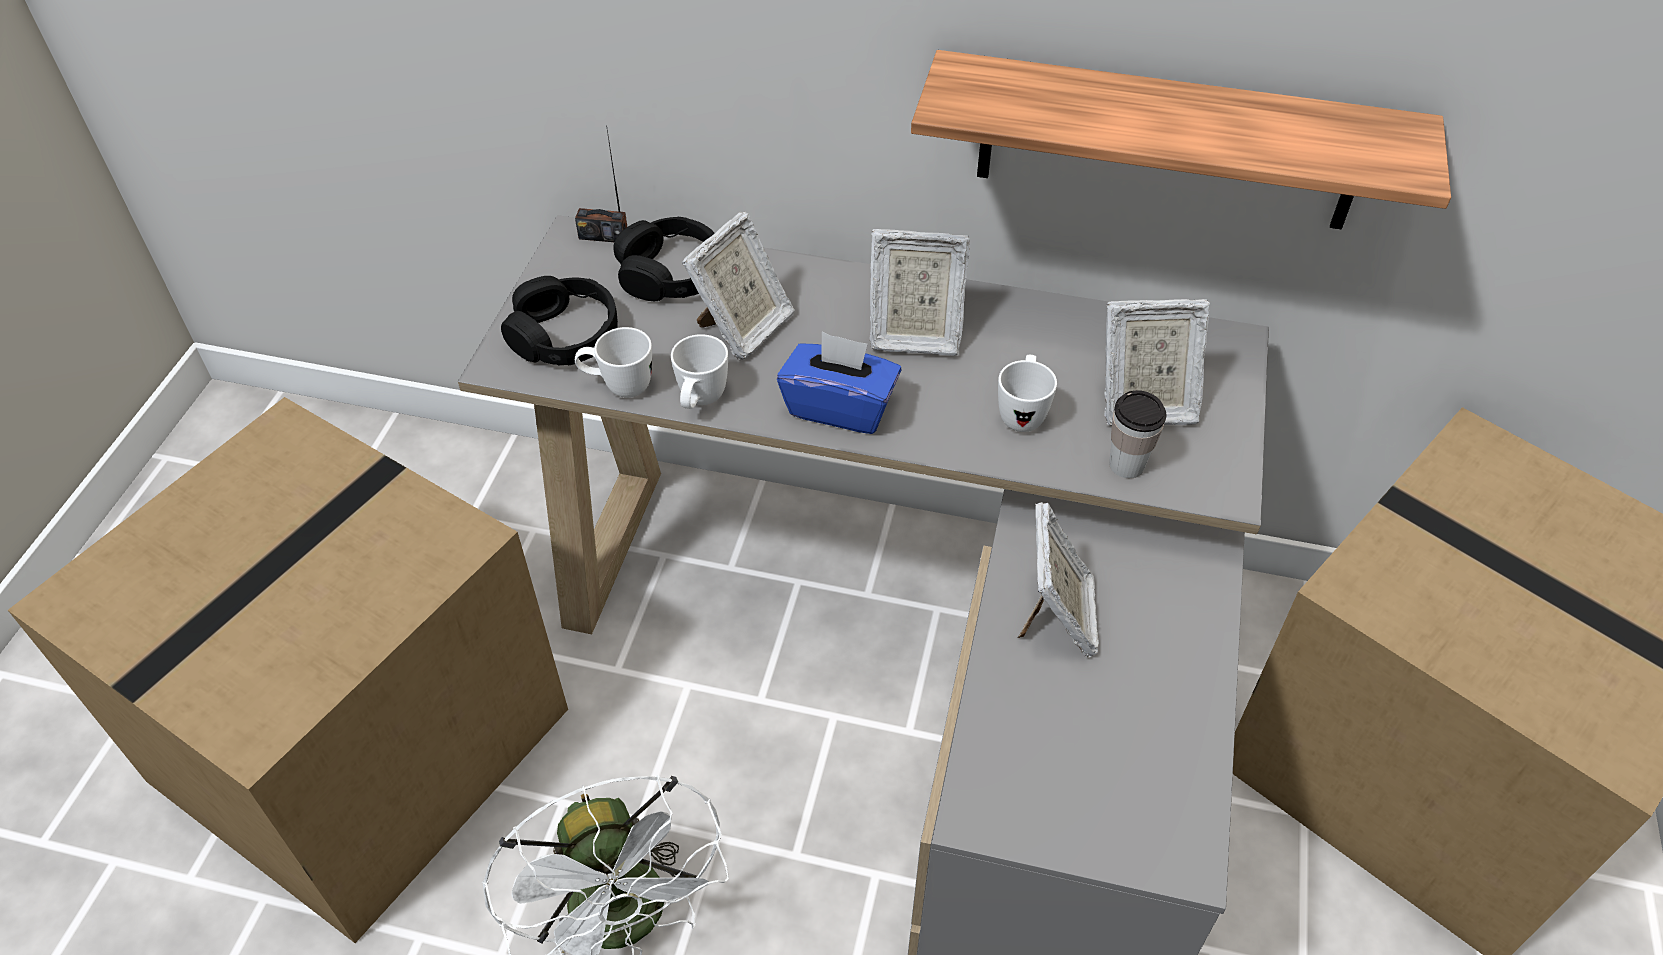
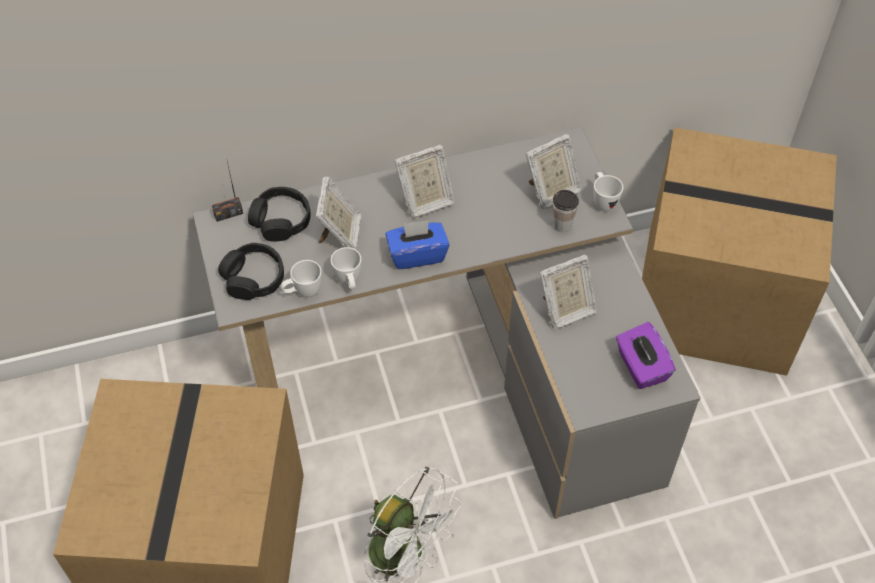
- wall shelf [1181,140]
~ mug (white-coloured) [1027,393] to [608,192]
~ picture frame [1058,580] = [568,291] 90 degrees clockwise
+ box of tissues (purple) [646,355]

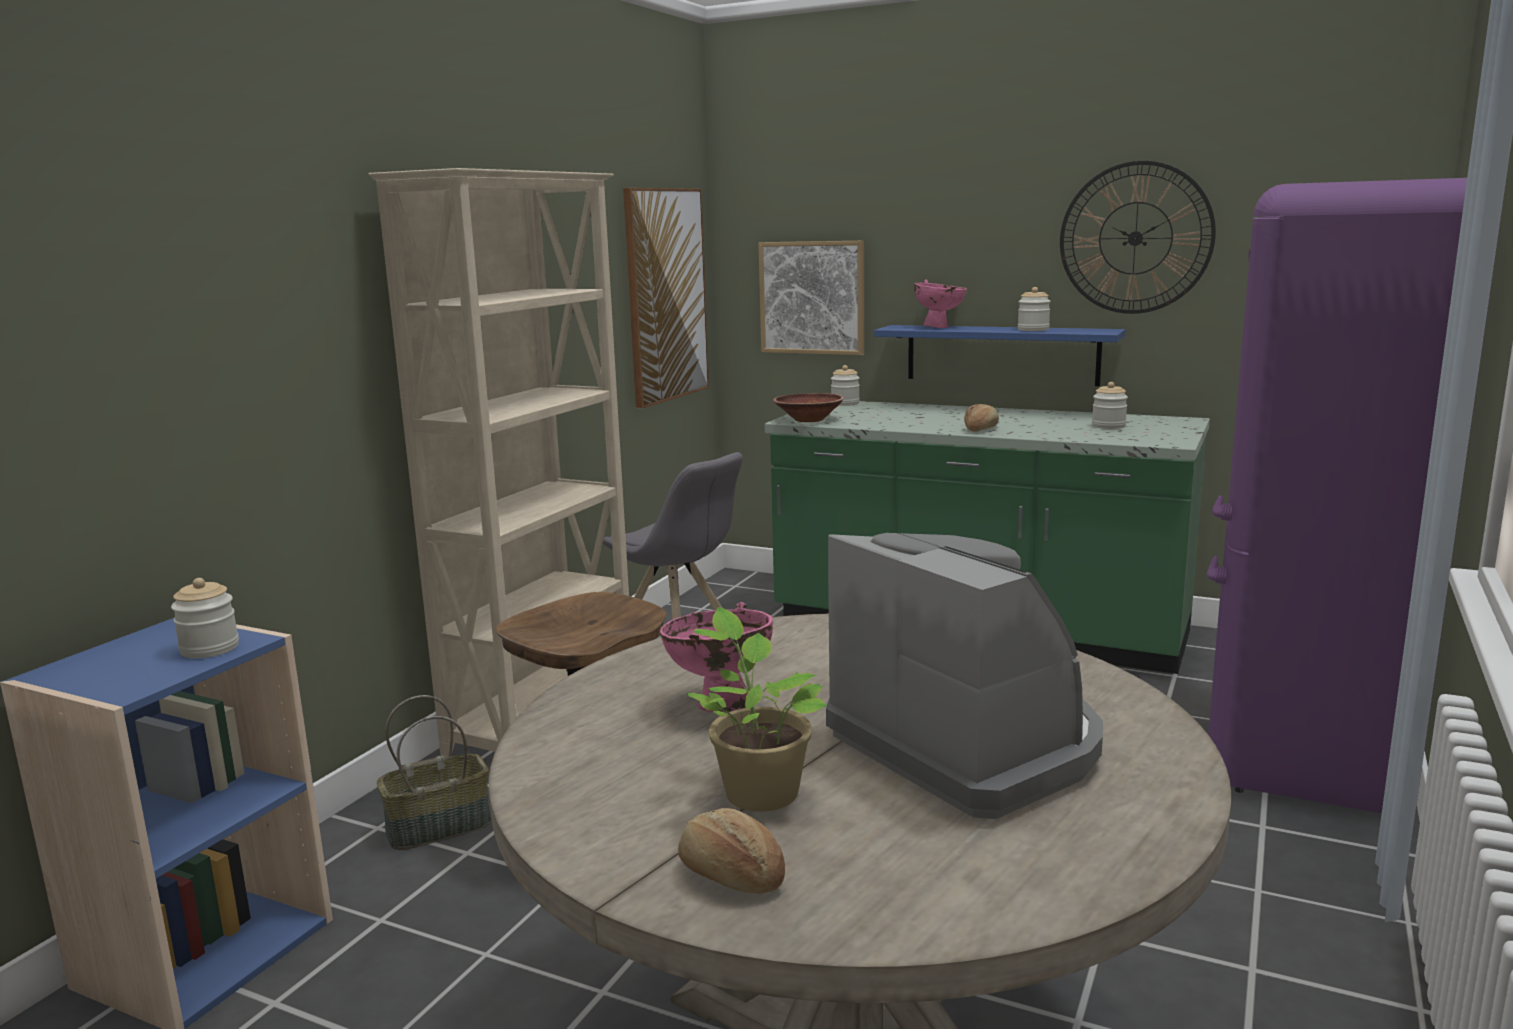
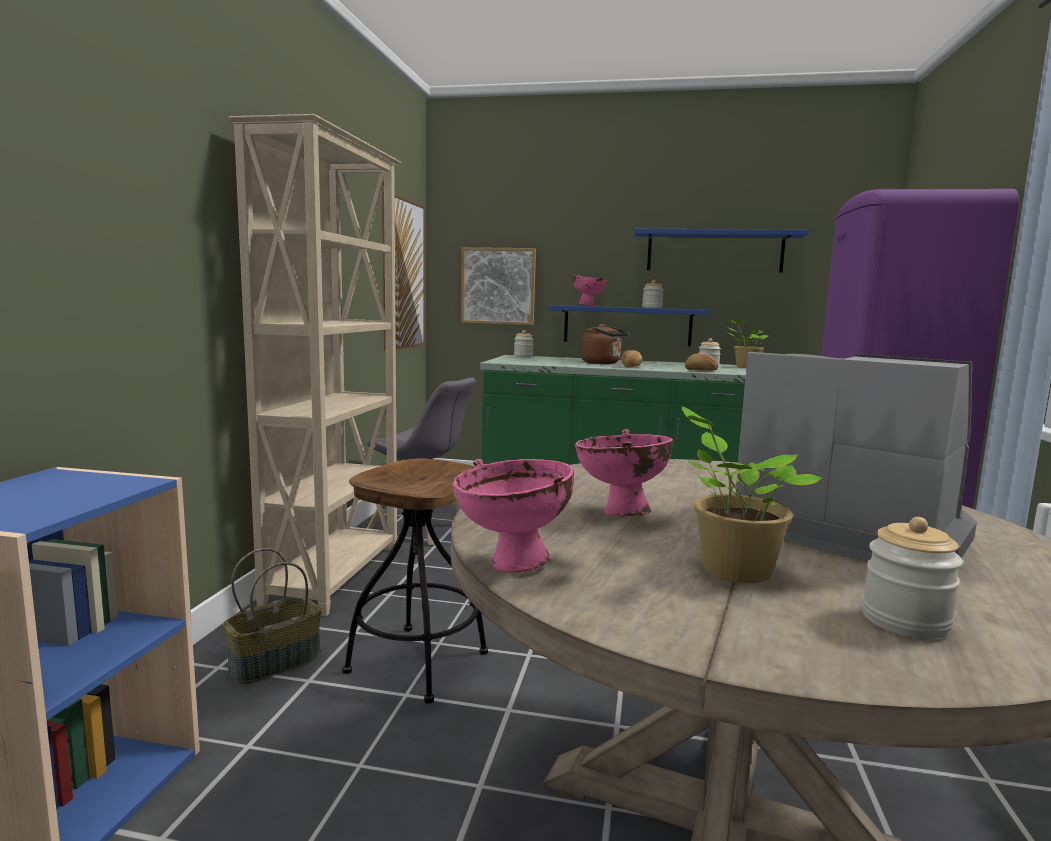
~ preserve jar [205,618] to [912,578]
~ bread [731,850] to [701,362]
- serving bowl (brownish) [808,407]
~ clock on the wall [1138,237] to wall shelf (blue) [721,251]
+ serving bowl (pink-coloured) [513,516]
+ tea kettle (brownish) [605,344]
+ plant in a pot [747,343]

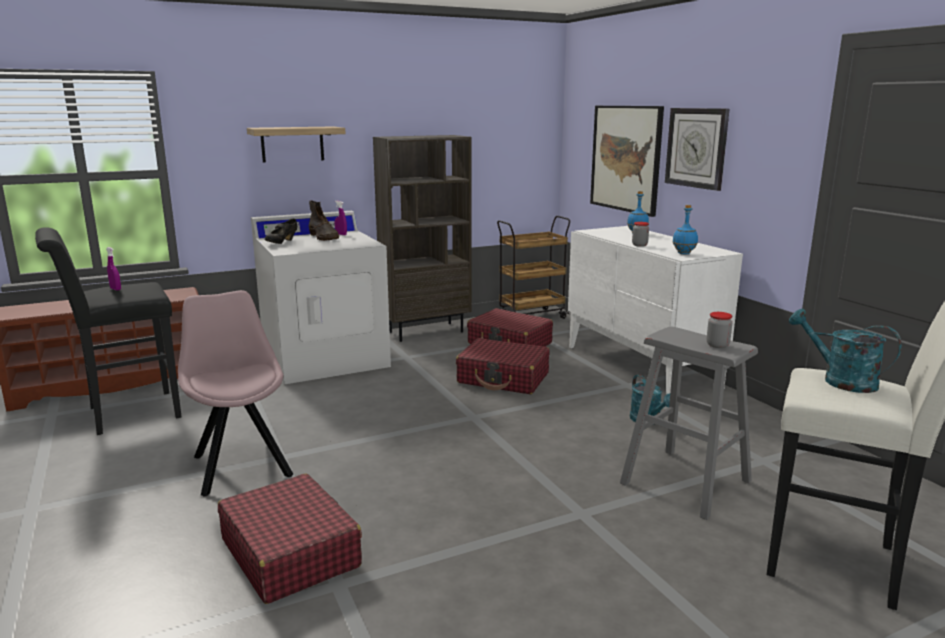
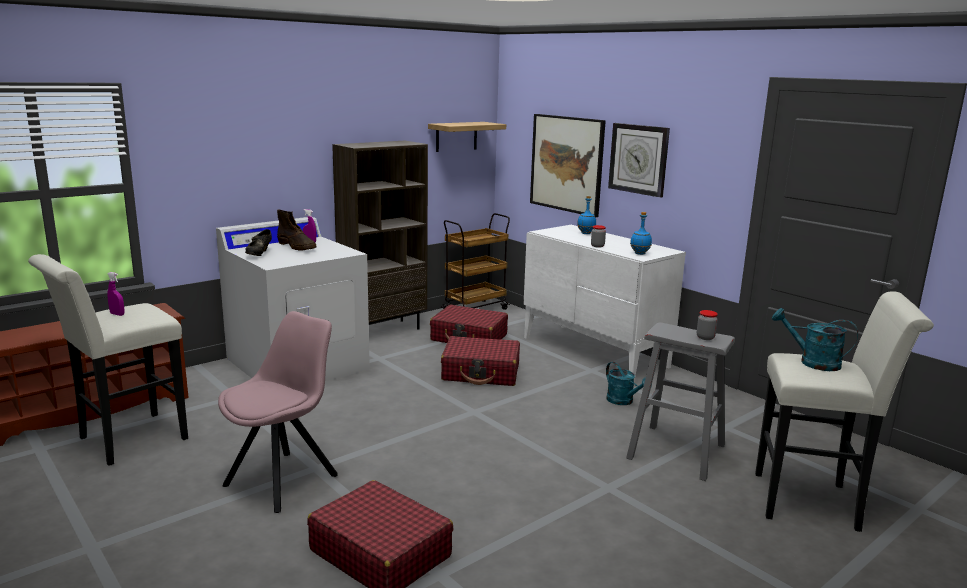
~ stool seat (blackish) [108,331] to stool seat (white-coloured) [108,360]
~ upright chair (pink-coloured) [235,393] = [277,412] 75 degrees clockwise
~ wall shelf [296,144] to [467,137]

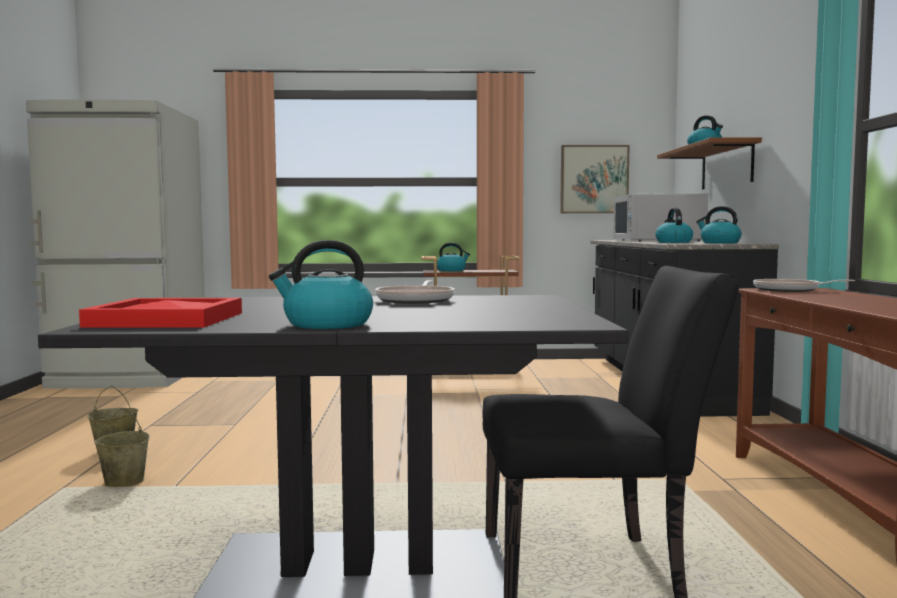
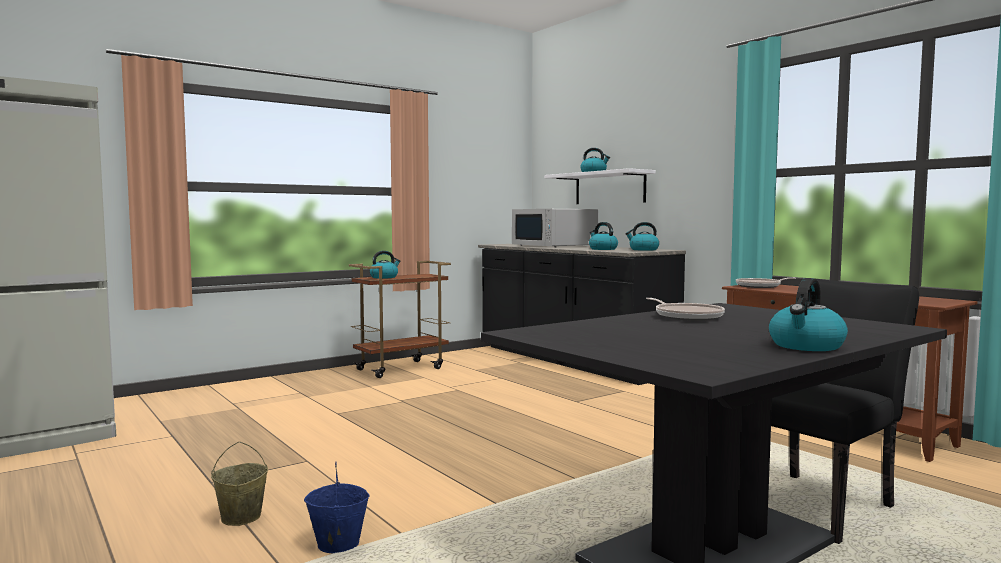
- carrying tray (red) [160,313]
~ bucket (sand-coloured) [122,447] to bucket (blue) [336,507]
- wall art [595,179]
~ wall shelf (brownish) [709,163] to wall shelf (white-coloured) [600,186]

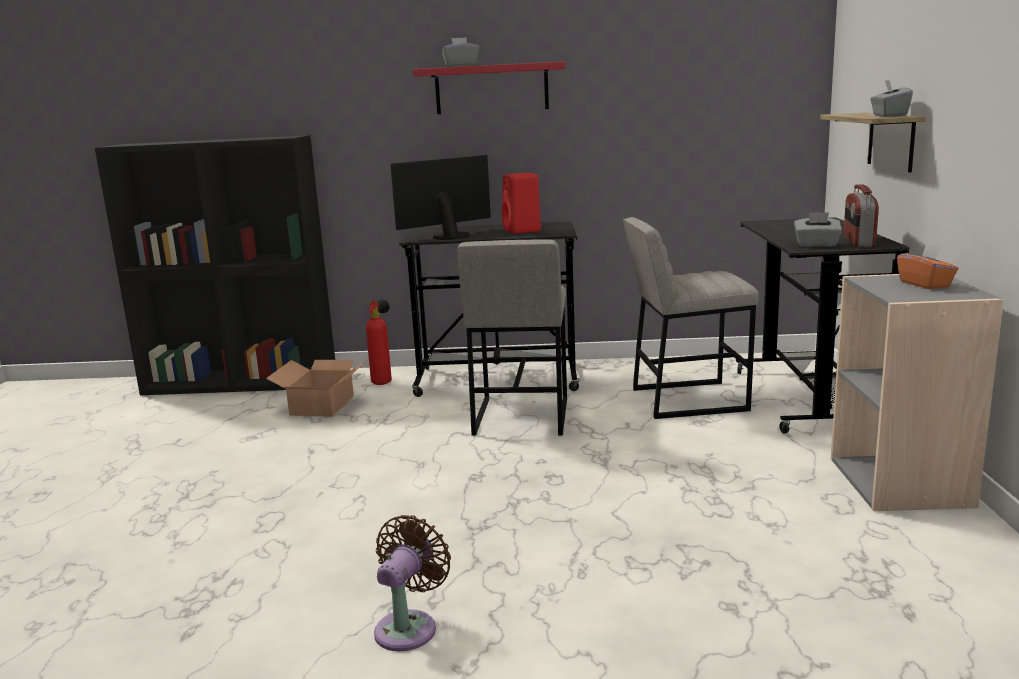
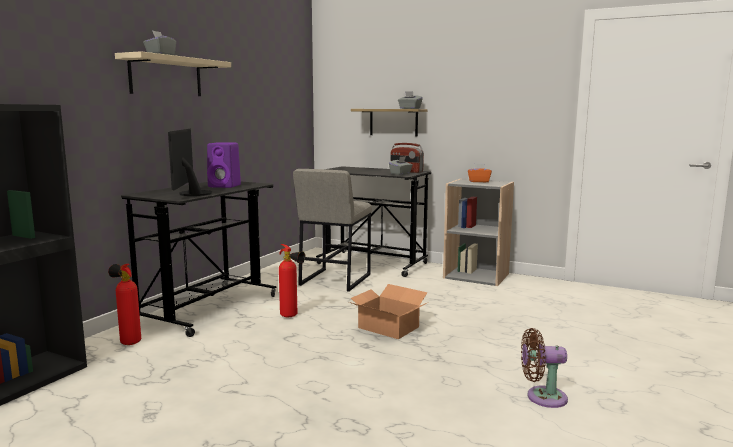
~ packing box [316,388] to [388,311]
~ fan (brownish) [412,583] = [544,368] 45 degrees counterclockwise
~ wall shelf (red) [489,87] to wall shelf (sand-coloured) [173,73]
~ upright chair (grey) [512,337] to fire-fighting cylinder [292,280]
~ audio speaker (red) [521,203] to audio speaker (purple) [224,165]

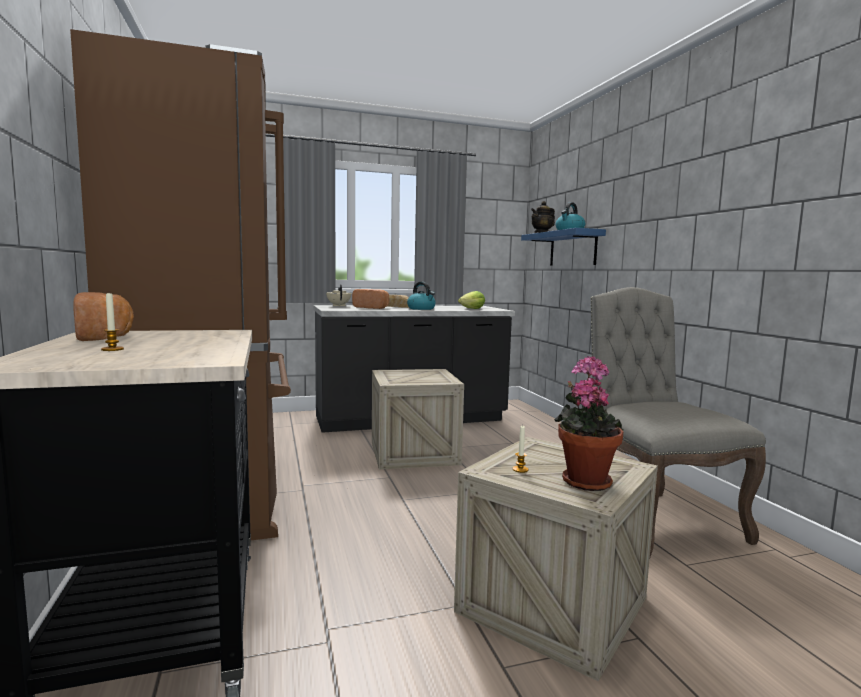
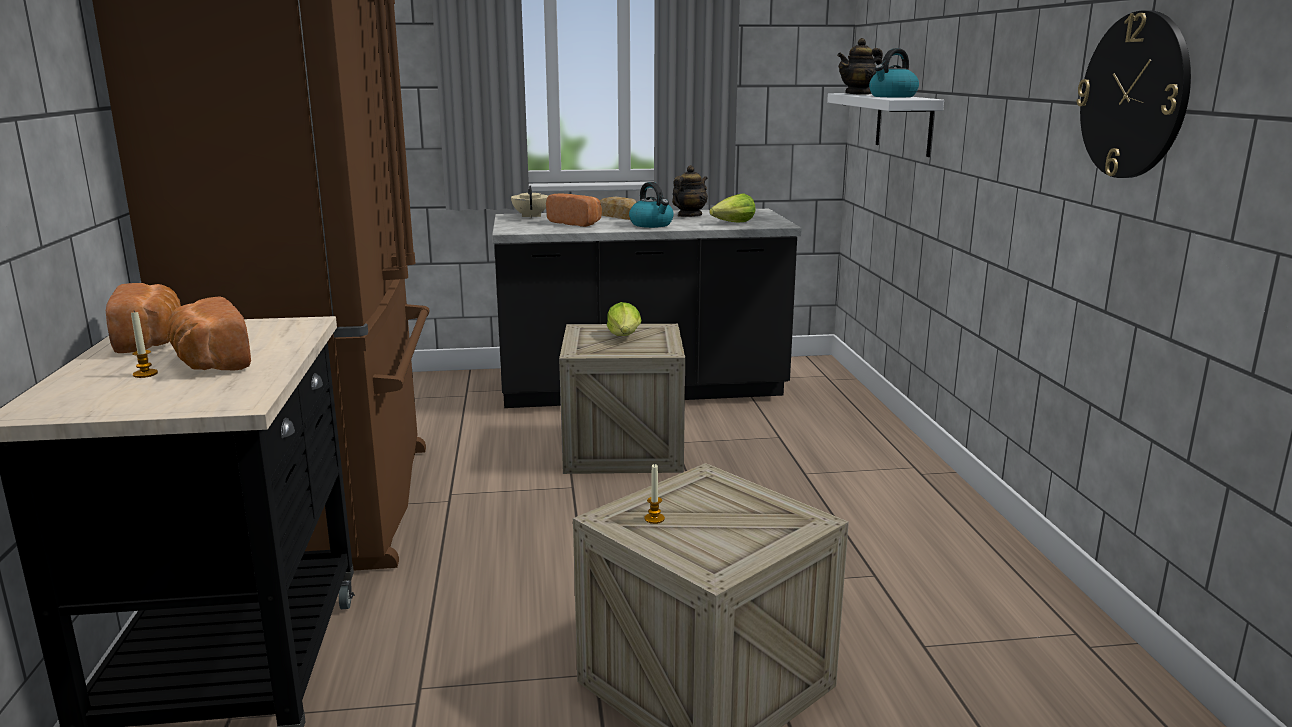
~ wall shelf (blue) [563,247] to wall shelf (white-coloured) [885,125]
- plant in a pot [589,423]
- upright chair (grey) [678,422]
+ bread [209,333]
+ lettuce head [624,319]
+ tea pot [690,191]
+ clock on the wall [1133,94]

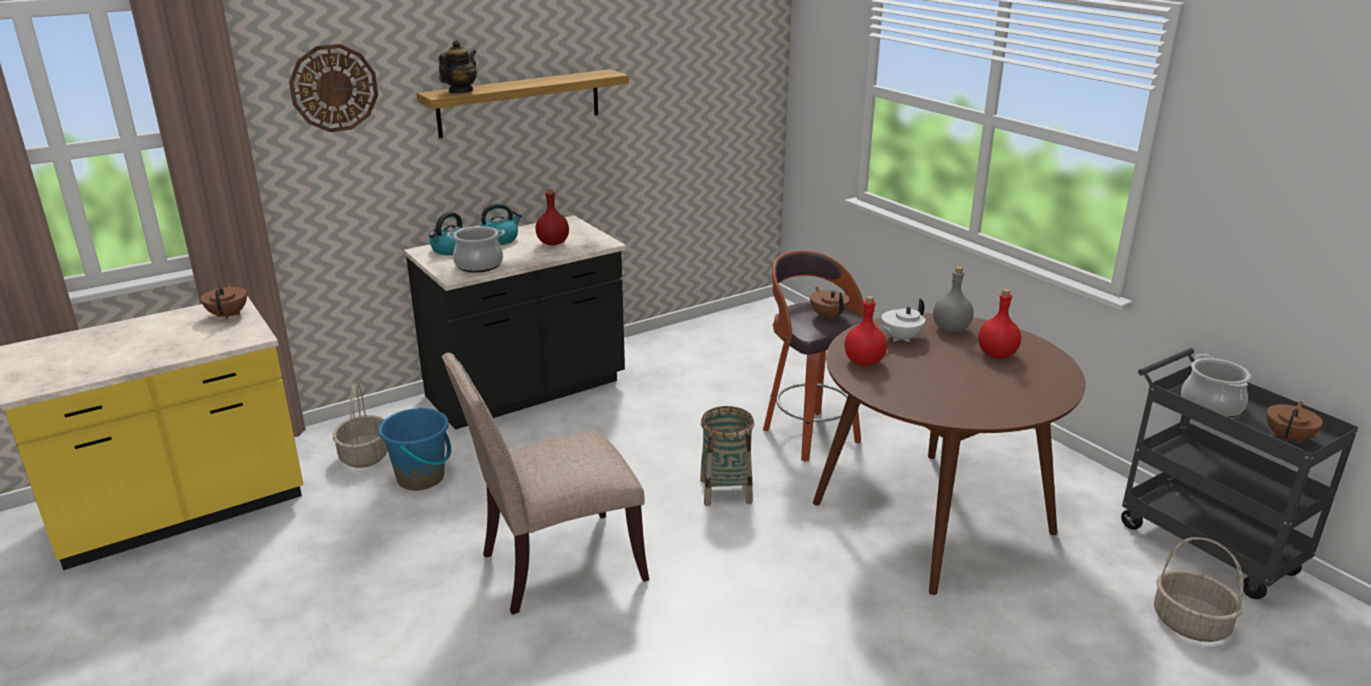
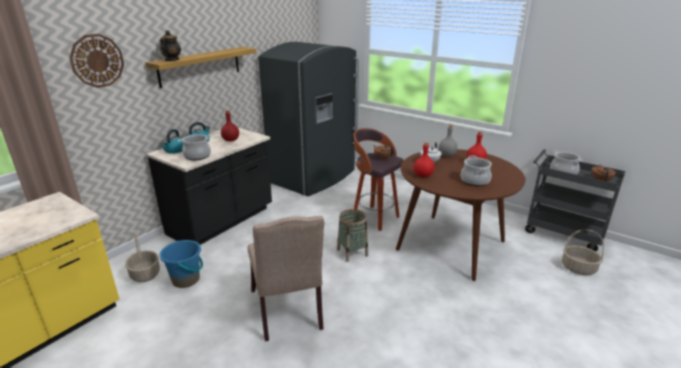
- tea pot (brownish) [223,301]
~ upright chair (sand-coloured) [545,484] = [286,278] 60 degrees counterclockwise
+ refrigerator (grey) [308,119]
+ cooking pot [476,171]

